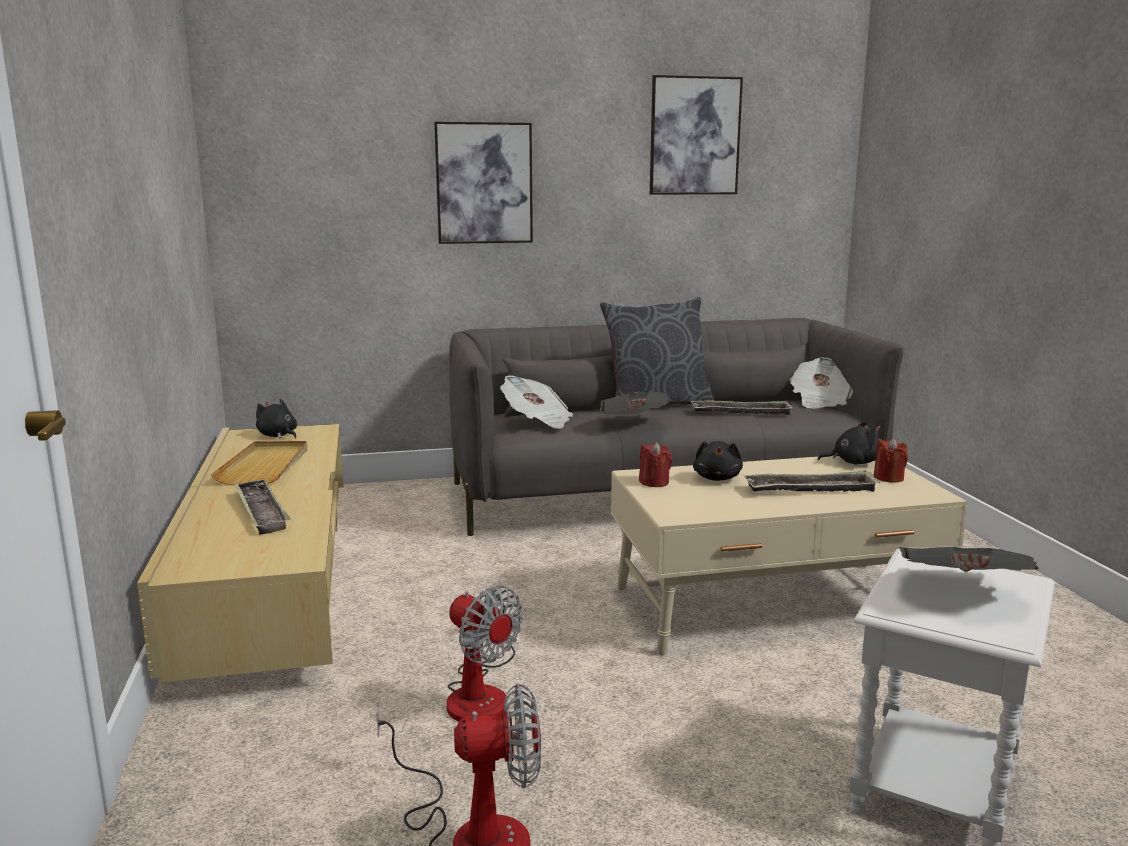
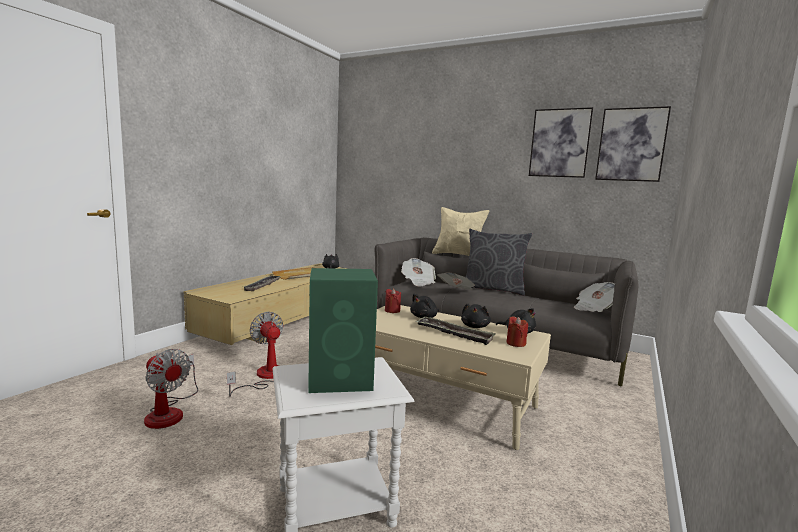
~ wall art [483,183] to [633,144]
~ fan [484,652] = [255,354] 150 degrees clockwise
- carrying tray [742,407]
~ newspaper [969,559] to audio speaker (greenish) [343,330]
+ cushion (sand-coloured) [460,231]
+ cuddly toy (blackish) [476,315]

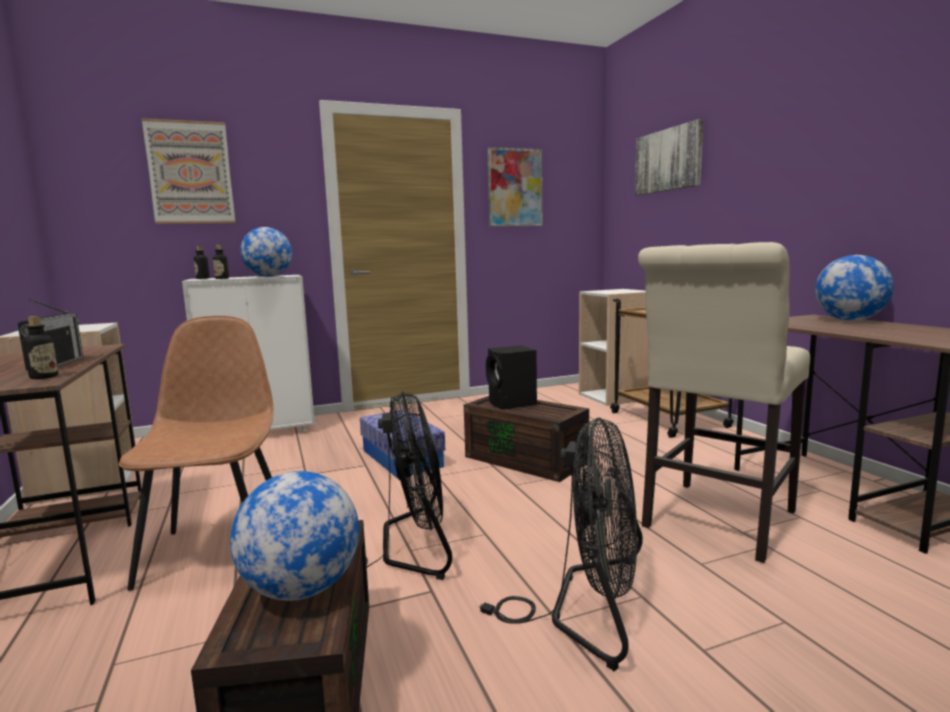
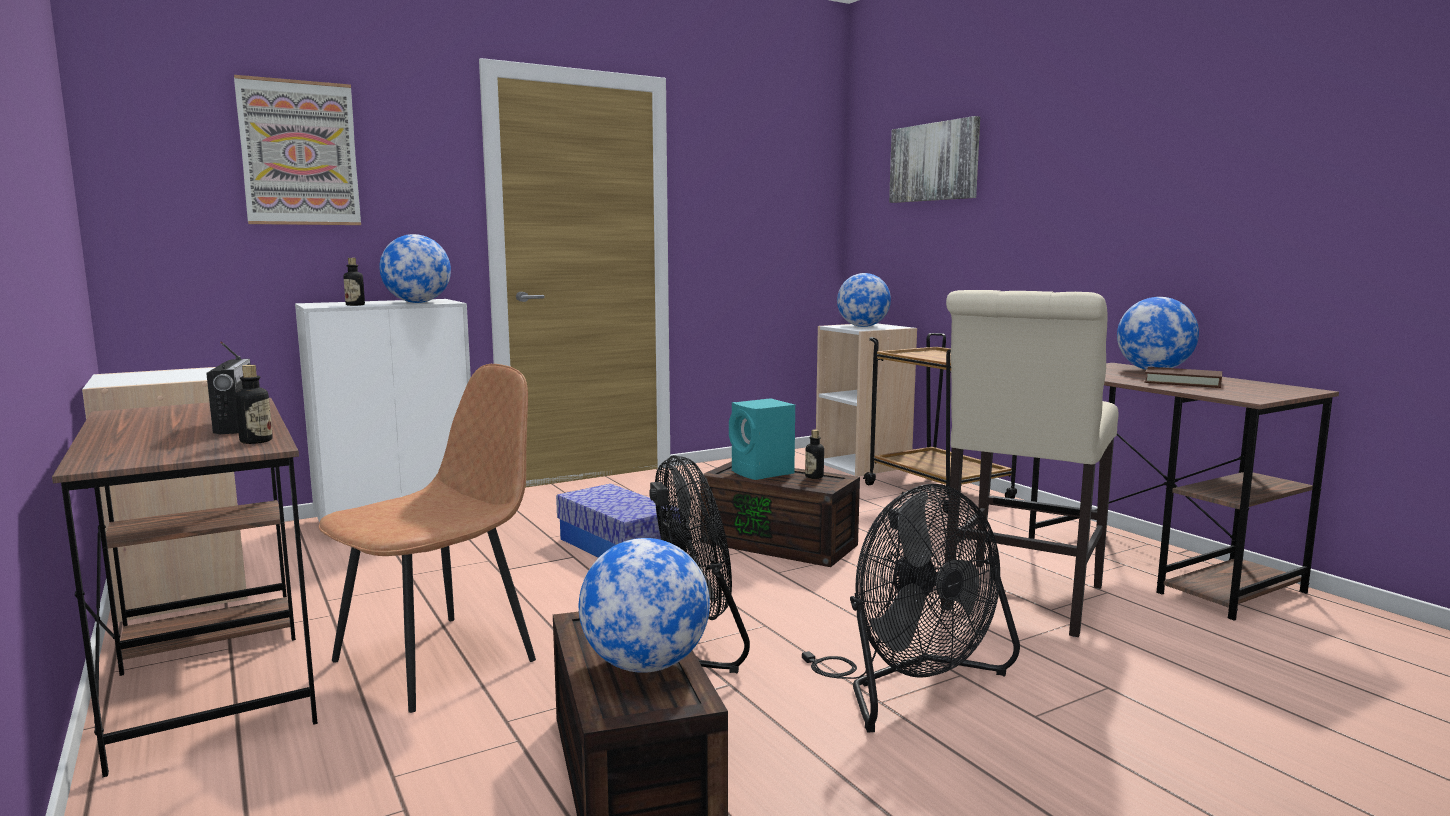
~ upright chair (brownish) [196,453] = [427,538] 60 degrees clockwise
~ drink bottle [202,262] to [814,454]
~ fan (blackish) [561,544] = [911,608] 45 degrees clockwise
~ audio speaker (blackish) [511,377] to audio speaker (turquoise) [762,439]
- wall art [515,187]
+ desk globe [864,300]
+ bound book (brownish) [1183,377]

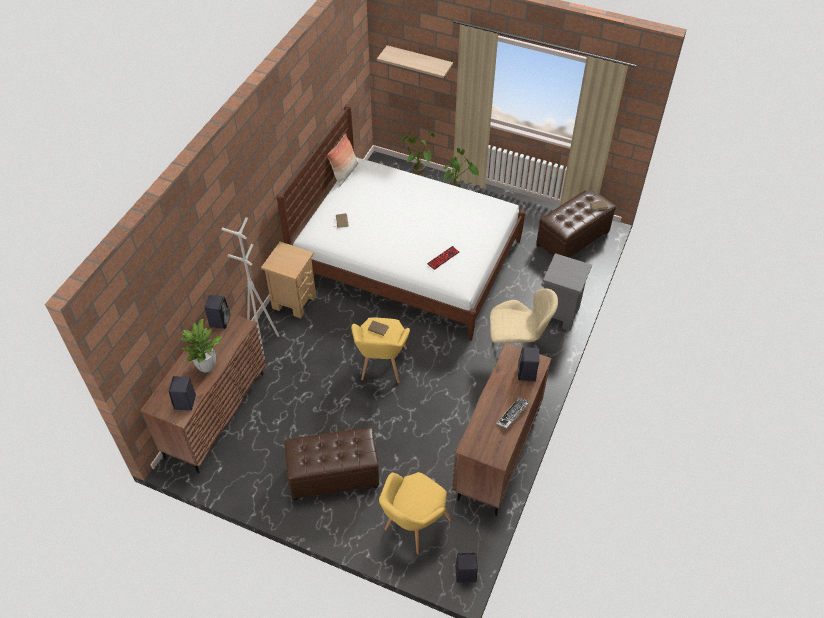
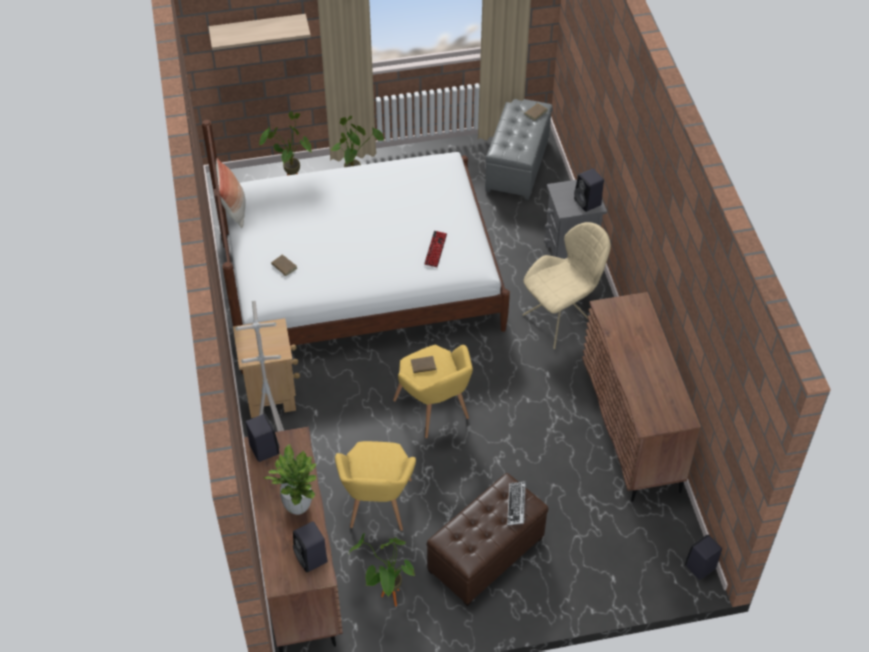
~ easy chair (yellow) [415,513] to [375,486]
~ PC keyboard [513,413] to [516,503]
~ audio speaker (blackish) [528,364] to [589,190]
~ pouffe (brownish) [576,224] to pouffe (grey) [519,149]
+ plant in a pot [382,570]

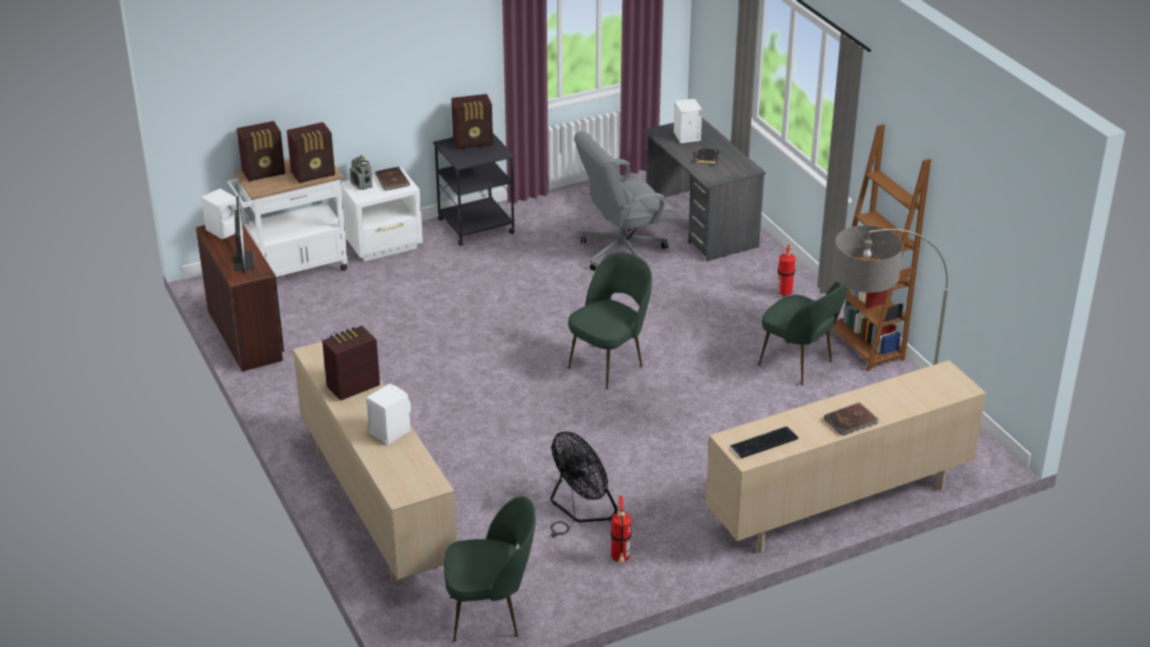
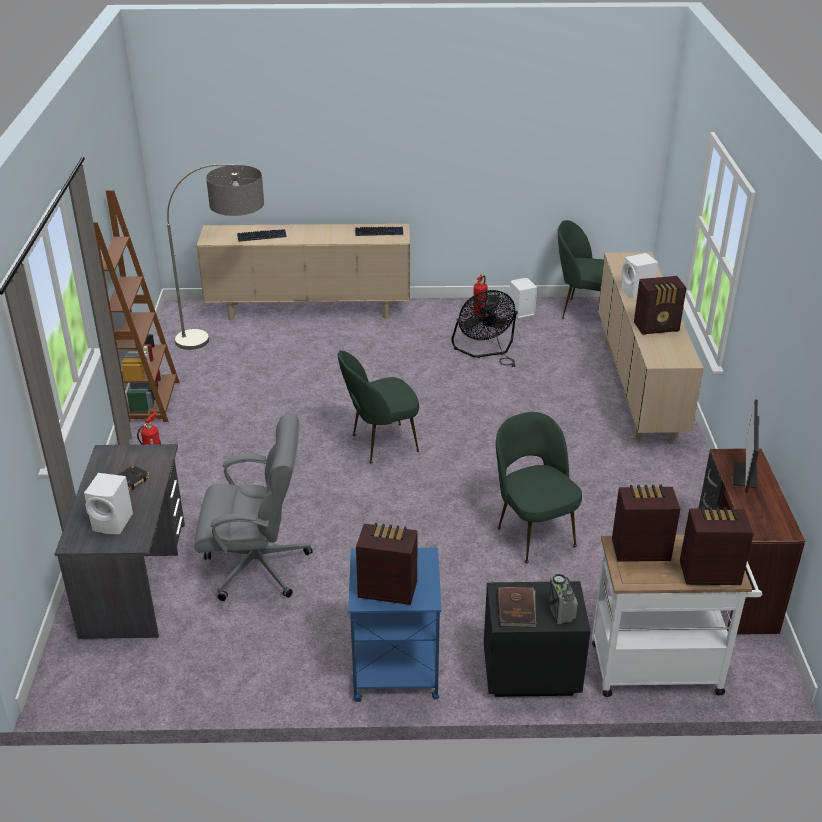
~ audio speaker (white-coloured) [219,214] to [523,298]
~ bedside table (white-coloured) [382,214] to bedside table (blackish) [537,639]
~ trolley (blackish) [474,189] to trolley (blue) [395,625]
~ fan (blackish) [583,485] = [484,328] 90 degrees clockwise
~ upright chair (greenish) [803,333] to [539,488]
- bound book (brownish) [851,419]
+ PC keyboard [262,235]

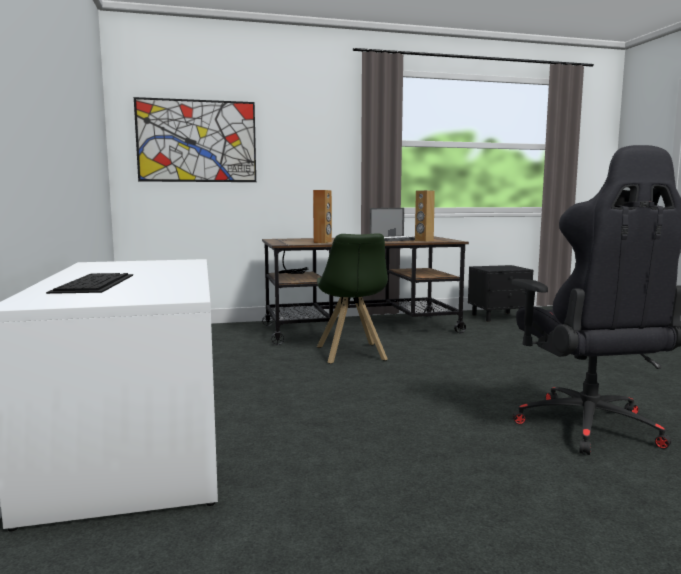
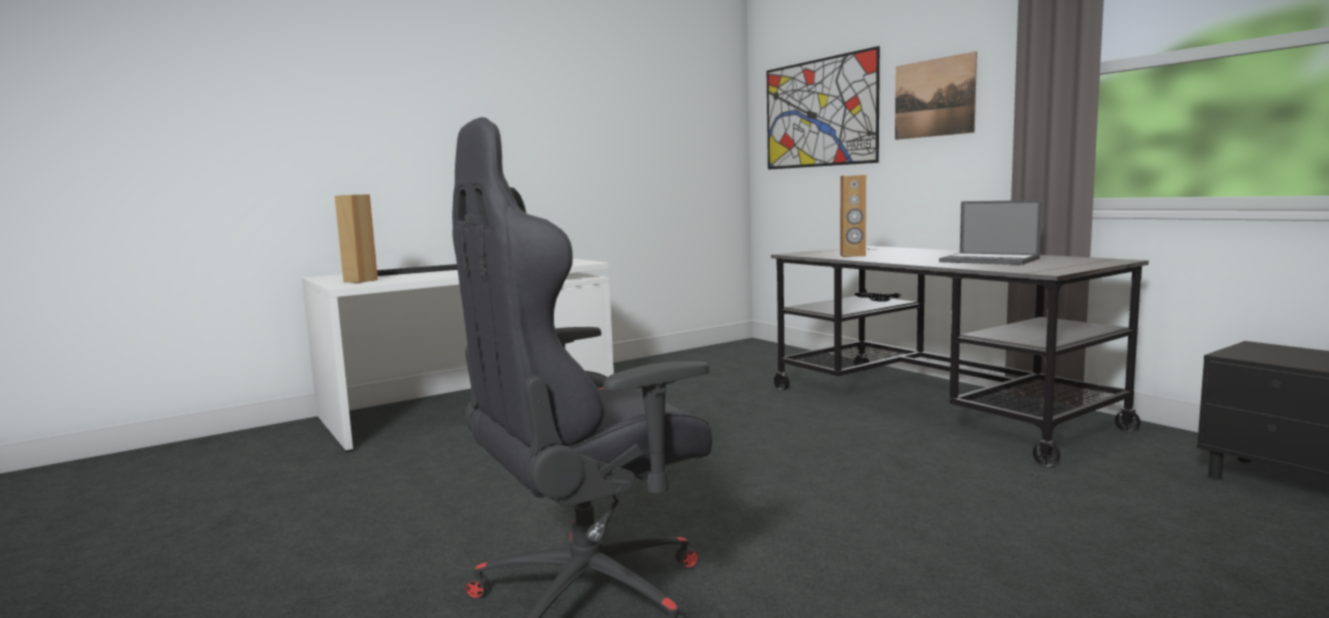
~ desk table (brownish) [365,290] to desk table (grey) [960,356]
- upright chair (greenish) [352,298]
~ audio speaker (brownish) [425,216] to [356,238]
+ wall art [936,95]

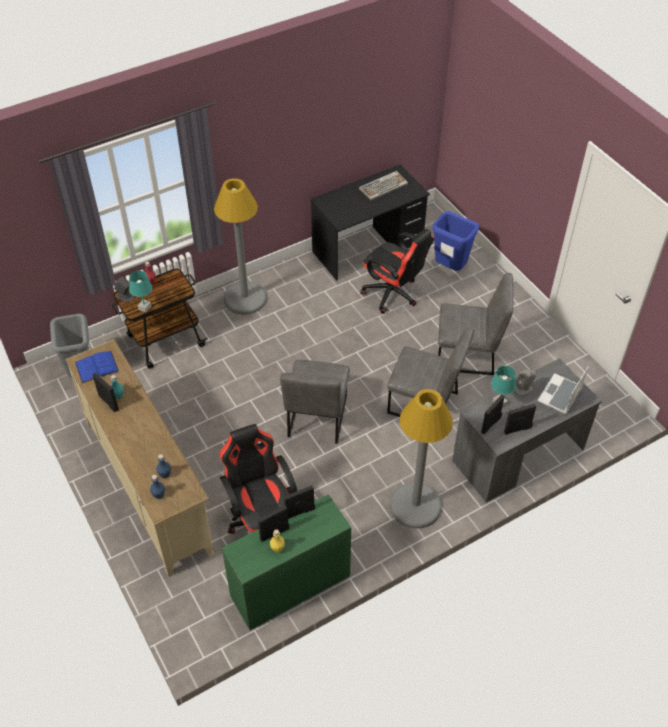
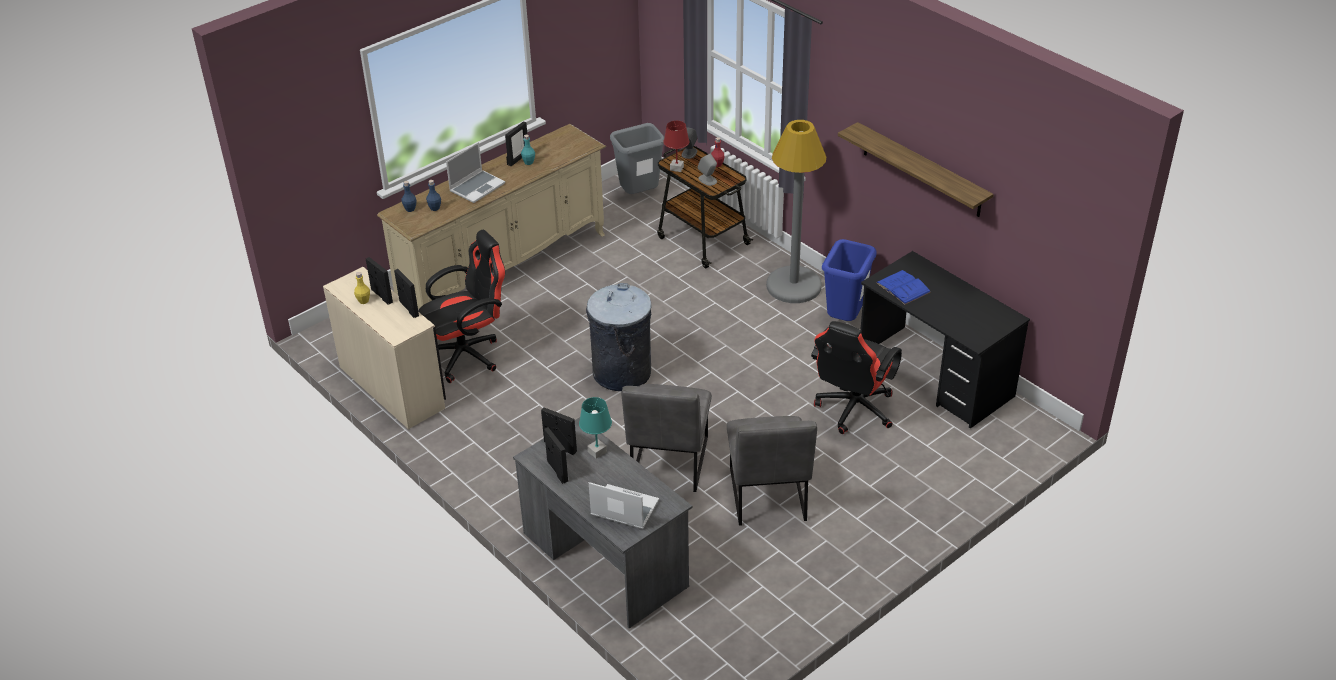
~ bound book (blue) [97,367] to [903,287]
~ tabletop lamp (turquoise) [140,291] to tabletop lamp (red) [676,146]
~ desk table (greenish) [286,562] to desk table (sand-coloured) [384,348]
~ upright chair (grey) [315,402] to trash can (grey) [618,337]
- PC keyboard [383,185]
- standing lamp (grey) [421,459]
~ trash can (blue) [455,241] to [849,280]
~ audio speaker (grey) [525,382] to [707,169]
+ laptop [475,172]
+ wall shelf [916,169]

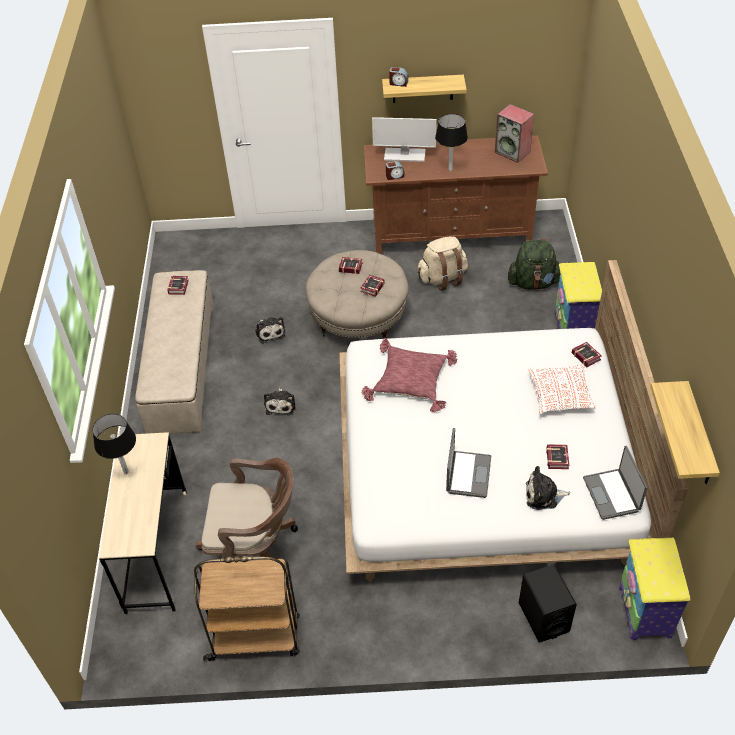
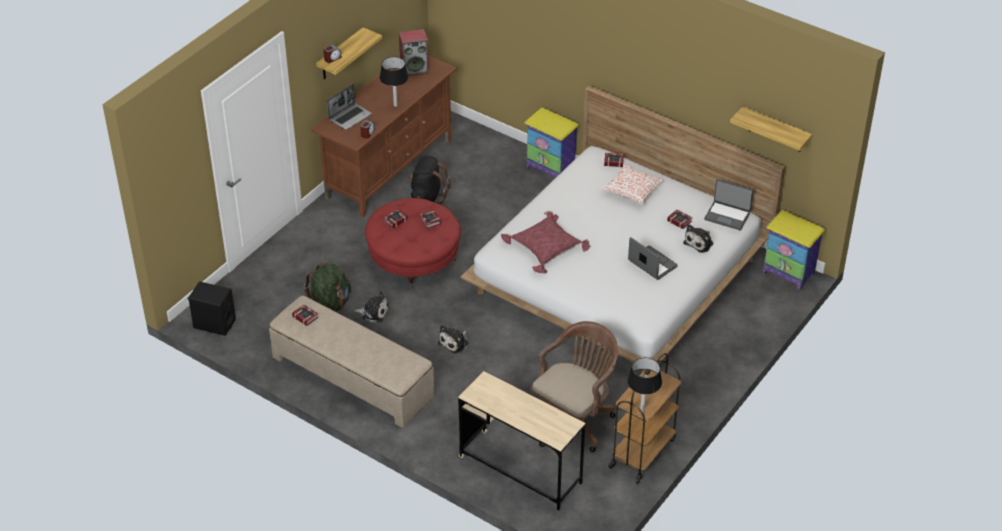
~ tabletop lamp (blackish) [114,444] to [644,385]
~ cuddly toy [280,401] = [453,339] 90 degrees clockwise
~ pouffe (sand-coloured) [357,294] to pouffe (red) [413,242]
~ monitor [404,139] to laptop [349,107]
~ knapsack (sand-coloured) [442,263] to knapsack (blackish) [429,180]
~ knapsack (greenish) [534,264] to [327,287]
~ audio speaker (blackish) [548,603] to [212,308]

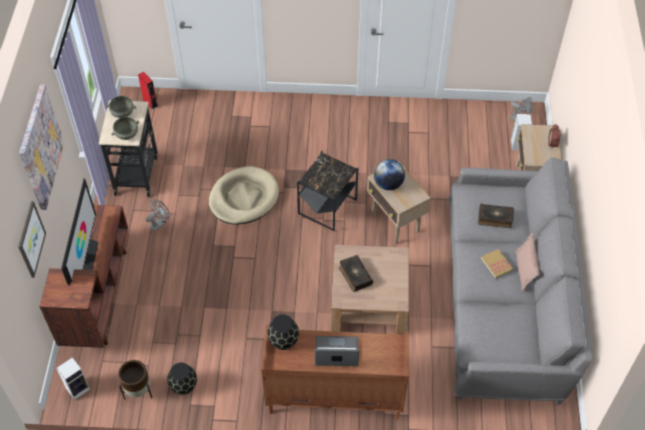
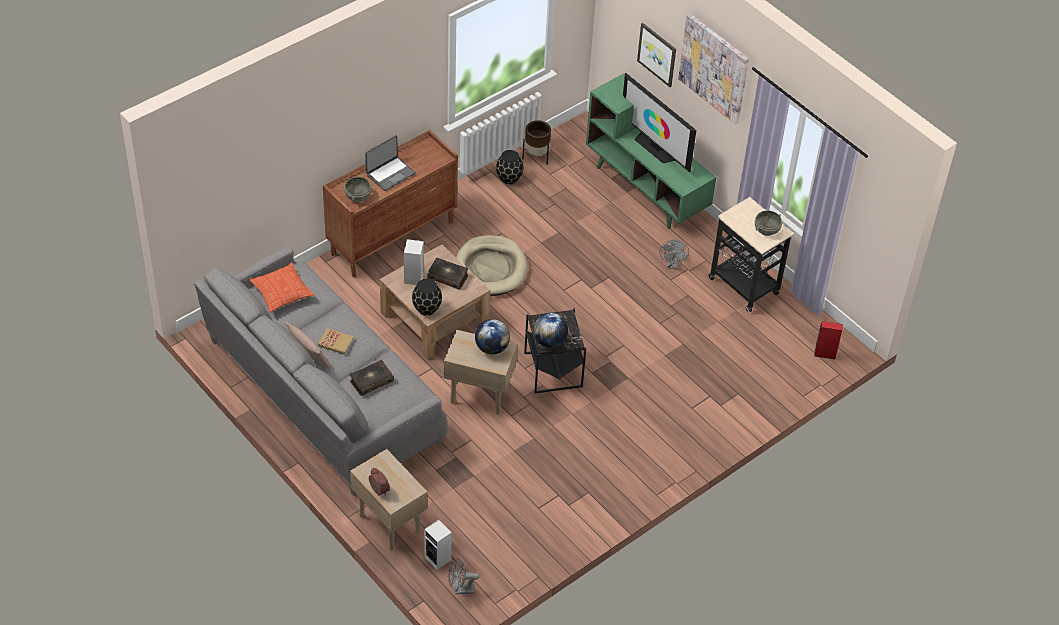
~ tv stand (brownish) [83,276] to tv stand (greenish) [651,151]
~ audio speaker [73,378] to [414,262]
~ serving bowl (grey) [125,128] to [358,189]
~ dog bed (sand-coloured) [244,195] to [491,265]
~ flower vase (blackish) [283,332] to [427,297]
+ cushion (orangey) [282,287]
+ desk globe [550,330]

